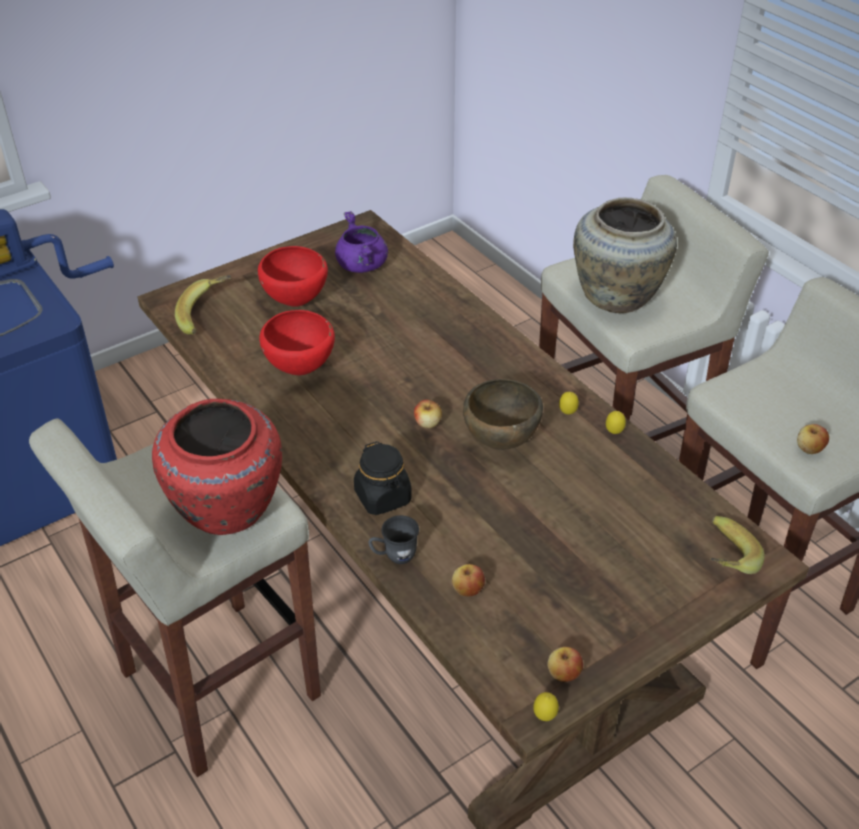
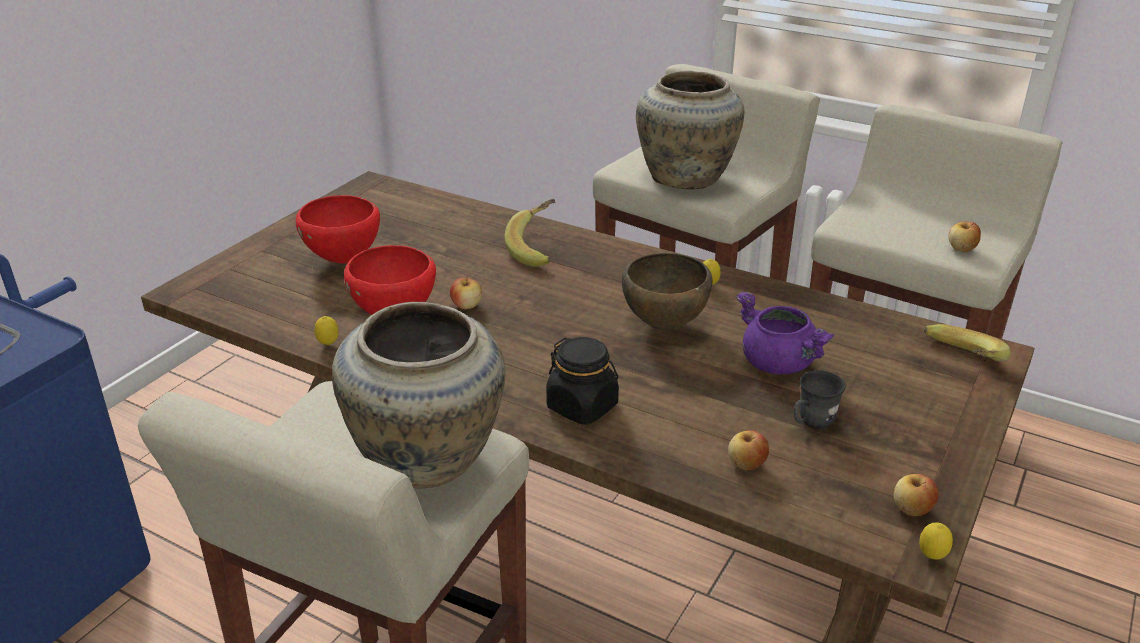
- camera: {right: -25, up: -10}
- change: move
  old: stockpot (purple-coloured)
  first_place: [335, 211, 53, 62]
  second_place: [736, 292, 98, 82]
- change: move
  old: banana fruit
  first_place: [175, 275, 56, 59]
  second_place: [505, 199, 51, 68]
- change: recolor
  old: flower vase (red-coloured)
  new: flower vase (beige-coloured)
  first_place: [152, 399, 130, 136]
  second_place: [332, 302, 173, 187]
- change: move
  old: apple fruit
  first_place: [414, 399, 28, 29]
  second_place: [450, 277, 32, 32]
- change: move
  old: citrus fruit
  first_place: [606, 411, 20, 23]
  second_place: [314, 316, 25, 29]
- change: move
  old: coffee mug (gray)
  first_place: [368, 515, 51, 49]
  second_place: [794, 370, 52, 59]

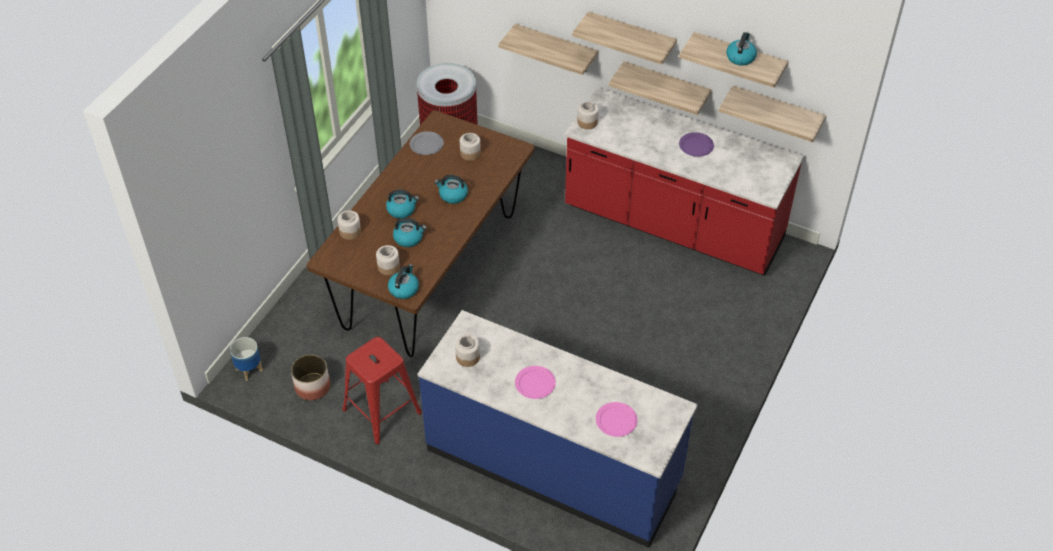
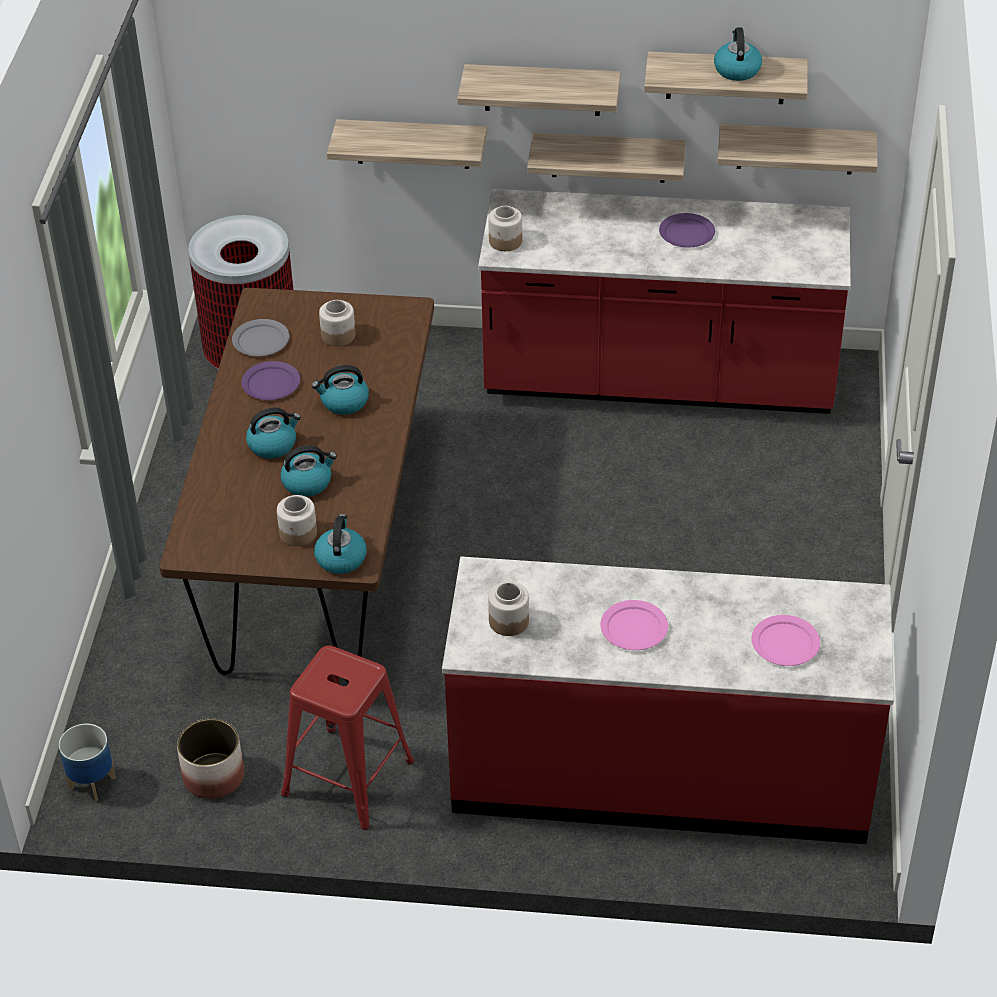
- camera: {right: -20, up: -5}
- change: delete
  old: preserve jar
  first_place: [337, 210, 24, 30]
- change: recolor
  old: kitchen base unit (blue)
  new: kitchen base unit (red-coloured)
  first_place: [418, 310, 280, 238]
  second_place: [442, 557, 452, 287]
- change: insert
  new: plate (purple-coloured)
  second_place: [241, 361, 59, 39]

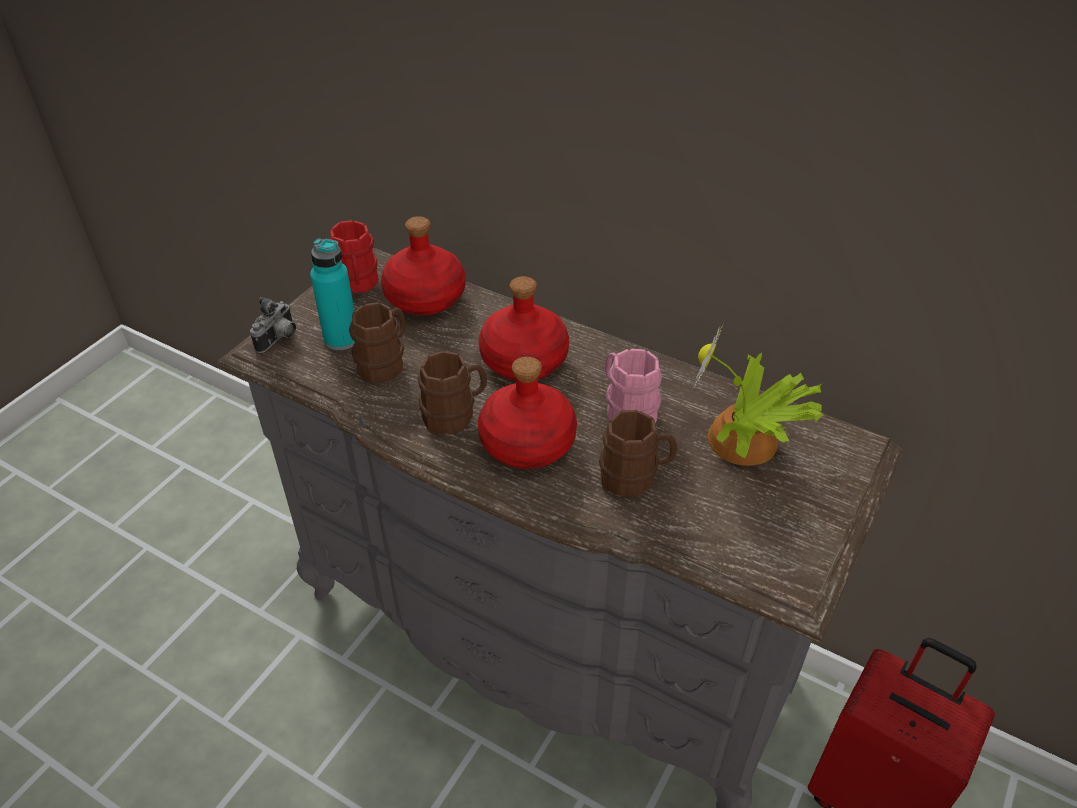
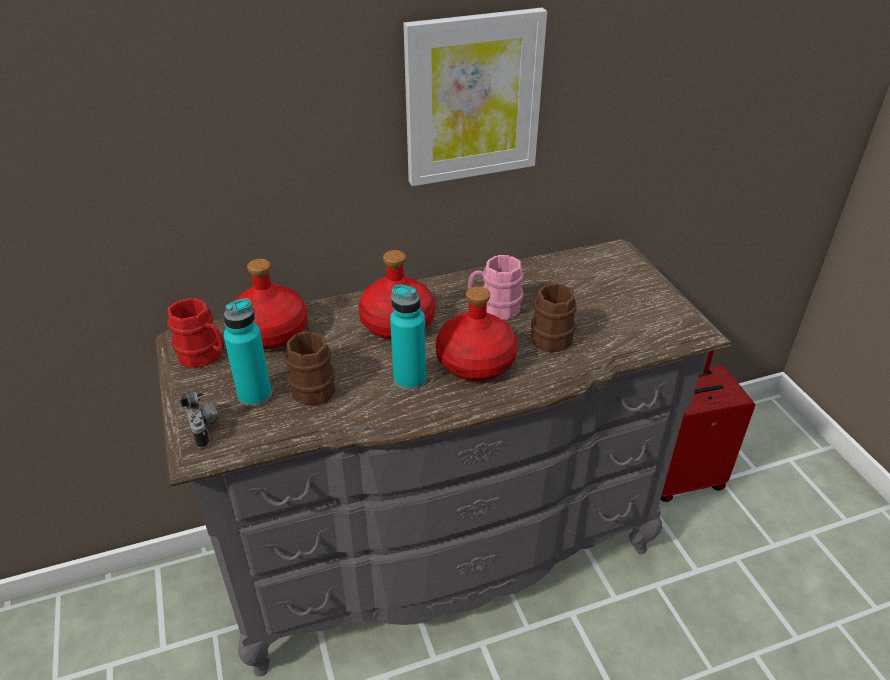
- camera: {right: -50, up: -5}
- change: delete
  old: potted plant
  first_place: [693, 324, 131, 142]
- change: replace
  old: coffee mug (brown-coloured)
  new: bottle (turquoise)
  first_place: [418, 351, 69, 84]
  second_place: [390, 284, 36, 106]
- change: insert
  new: wall art
  second_place: [403, 8, 144, 178]

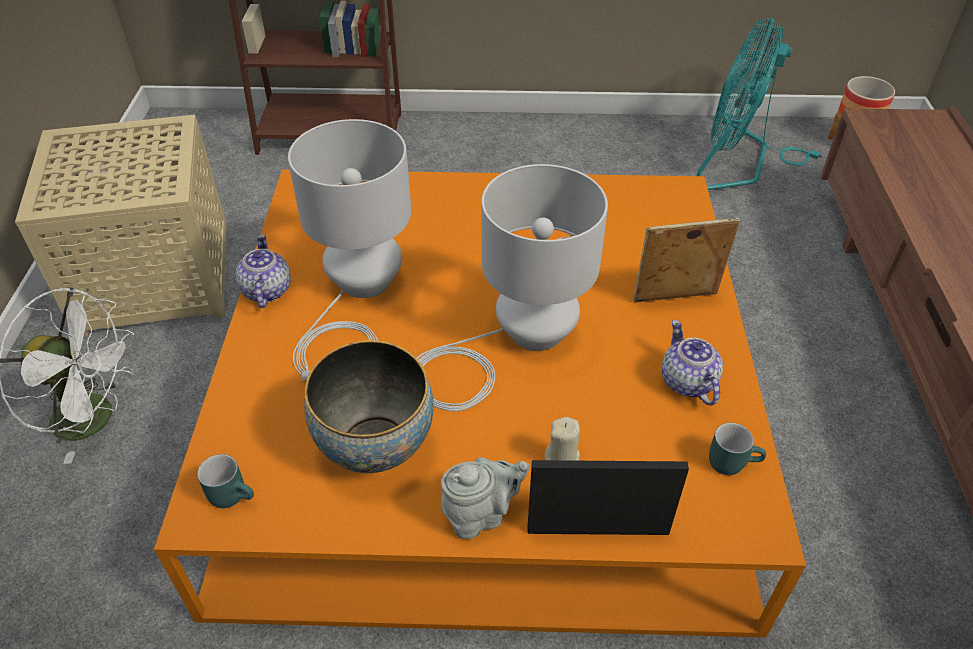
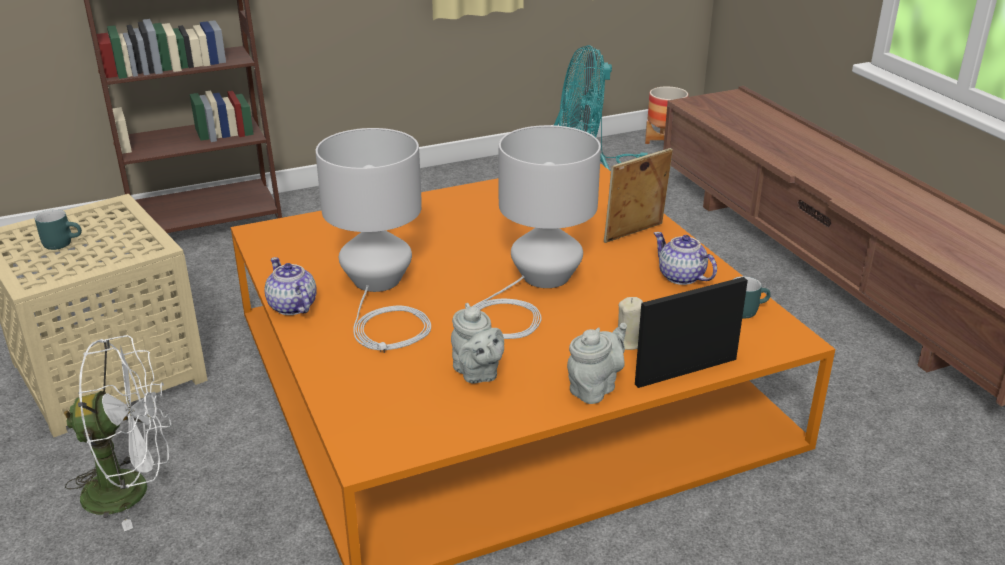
- camera: {right: -25, up: -15}
- change: replace
  old: deep dish
  new: tea pot (gray)
  first_place: [304, 340, 130, 133]
  second_place: [451, 303, 53, 80]
- change: move
  old: coffee mug (turquoise)
  first_place: [197, 454, 57, 54]
  second_place: [35, 209, 47, 41]

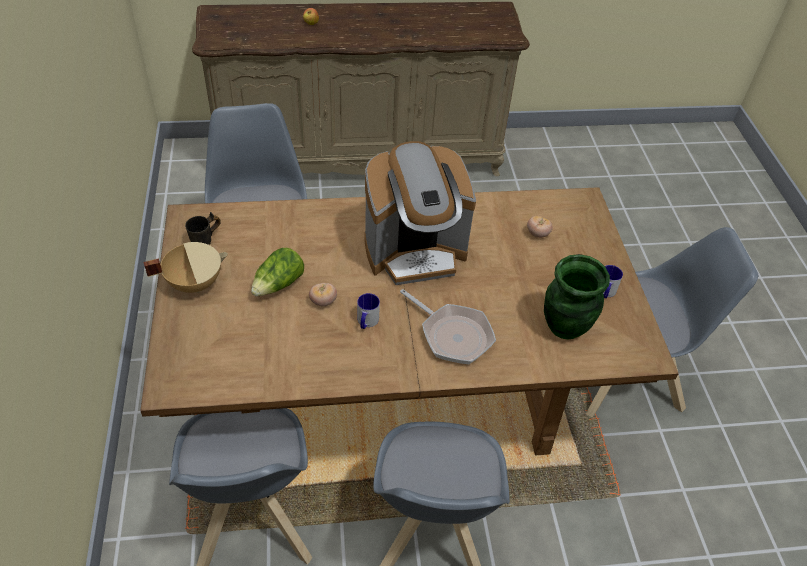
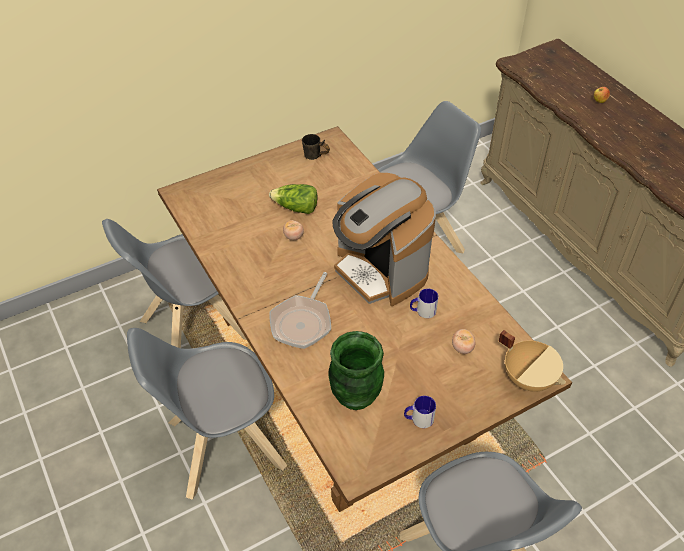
- camera: {right: 70, up: 0}
- change: move
  old: stockpot (beige-coloured)
  first_place: [144, 242, 84, 51]
  second_place: [498, 330, 68, 62]
- change: move
  old: coffee mug
  first_place: [357, 293, 23, 36]
  second_place: [410, 289, 28, 29]

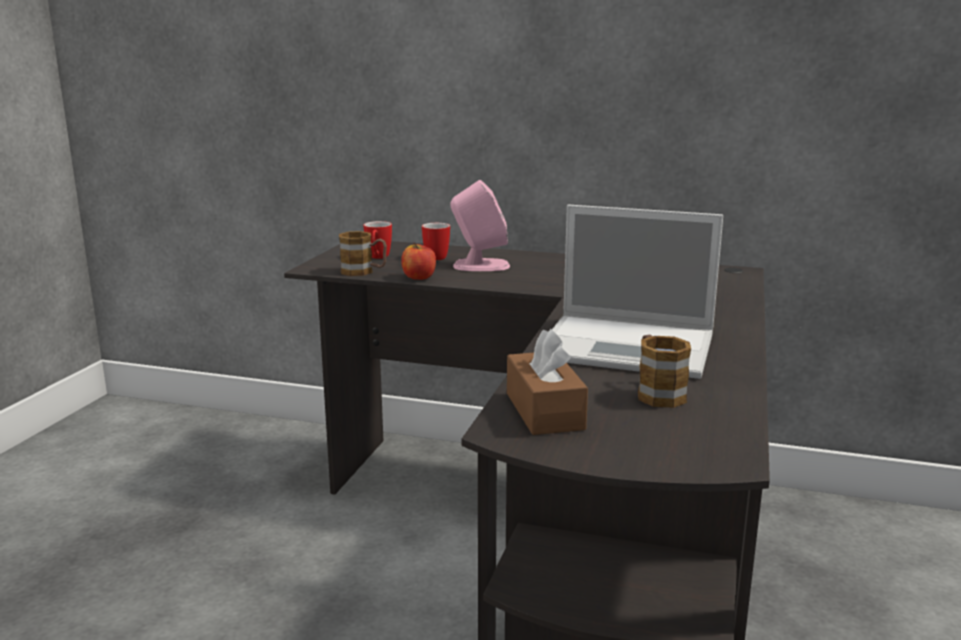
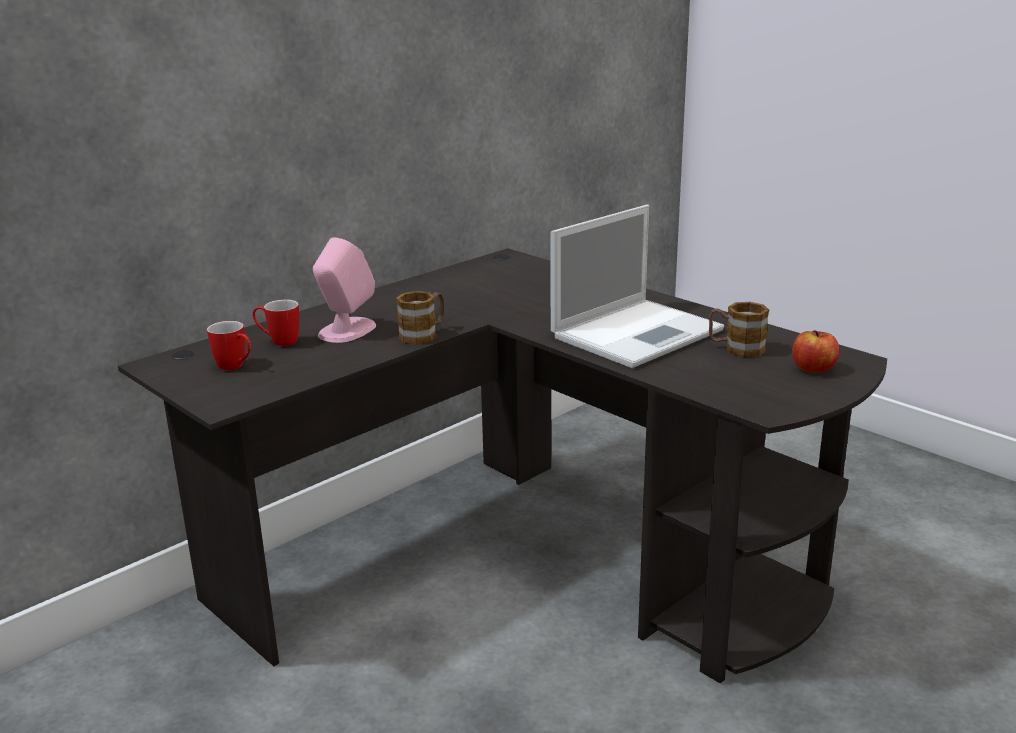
- camera: {right: -60, up: 5}
- change: move
  old: coffee mug
  first_place: [339, 231, 48, 45]
  second_place: [396, 291, 47, 53]
- change: move
  old: apple fruit
  first_place: [401, 242, 35, 38]
  second_place: [792, 330, 47, 43]
- change: delete
  old: box of tissues (brown-coloured)
  first_place: [507, 329, 81, 106]

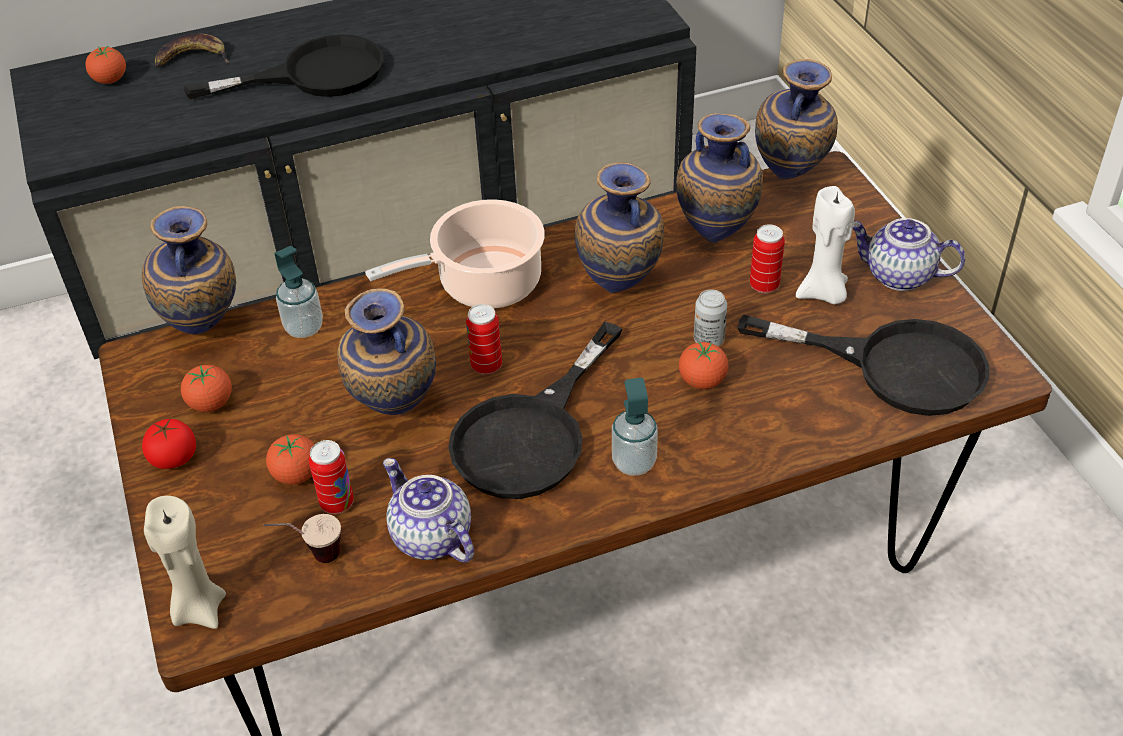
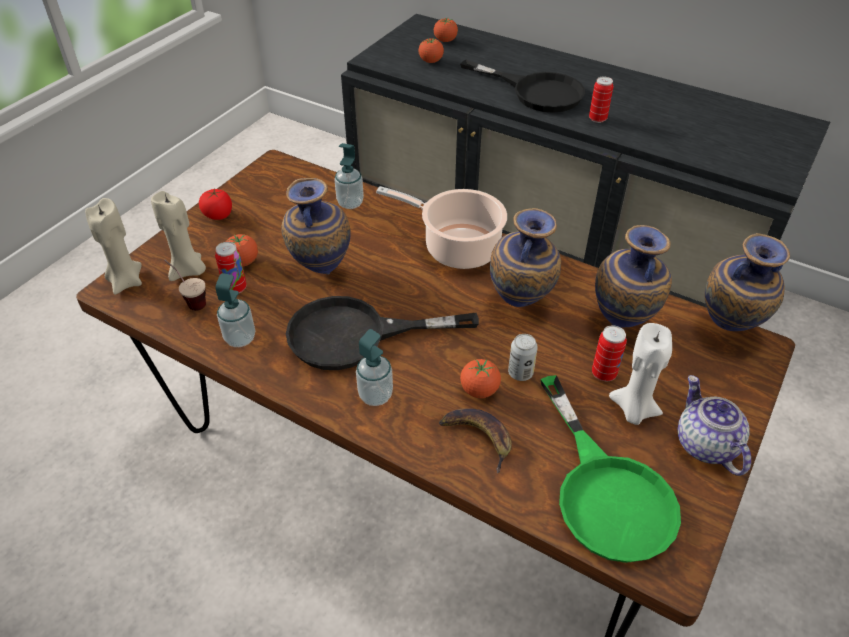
- camera: {right: 50, up: 0}
- change: move
  old: banana fruit
  first_place: [155, 33, 75, 34]
  second_place: [439, 408, 73, 65]
- change: delete
  old: flower vase
  first_place: [142, 206, 94, 128]
- change: move
  old: metal can
  first_place: [466, 304, 36, 71]
  second_place: [589, 76, 24, 47]
- change: recolor
  old: skillet (blackish)
  new: skillet (green-coloured)
  first_place: [738, 314, 251, 102]
  second_place: [541, 375, 140, 188]
- change: move
  old: fresh tomato
  first_place: [181, 365, 51, 47]
  second_place: [418, 38, 26, 25]
- change: replace
  old: tea pot
  new: soap dispenser
  first_place: [383, 458, 91, 105]
  second_place: [215, 273, 40, 74]
- change: insert
  new: wax light (beige-coloured)
  second_place: [151, 191, 55, 90]

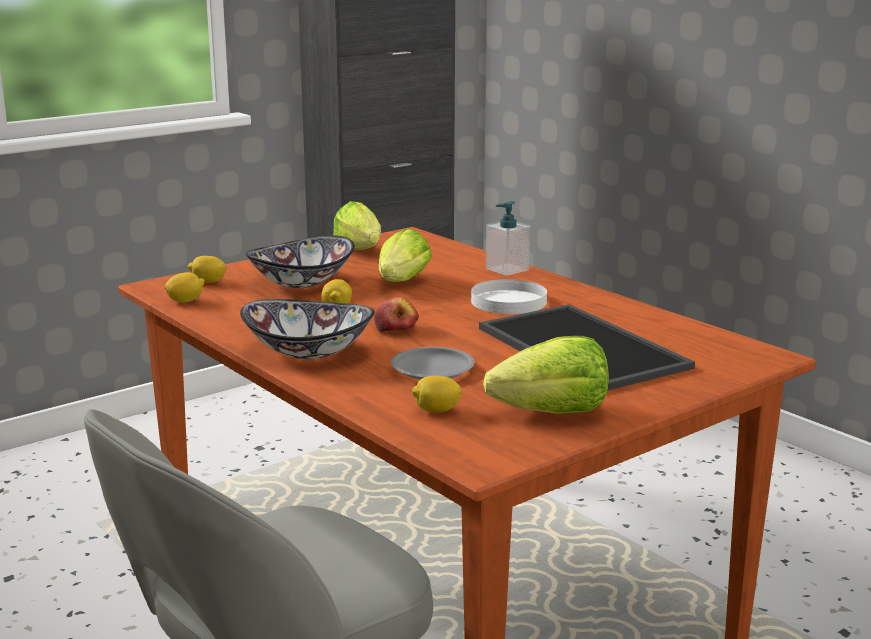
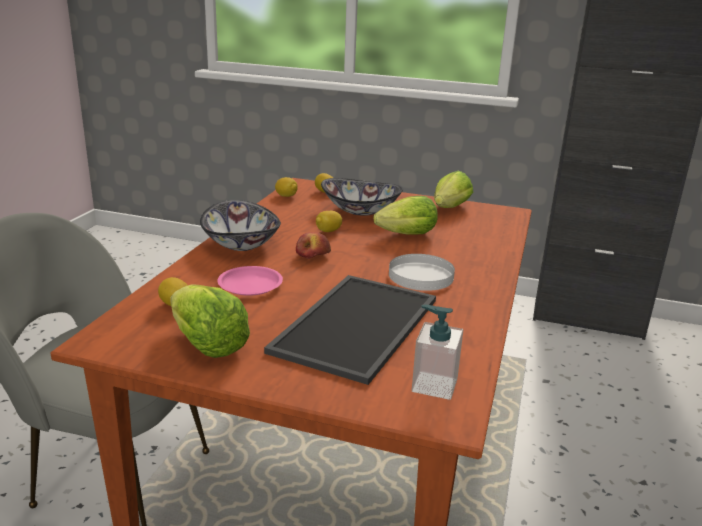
- camera: {right: 55, up: 5}
- change: move
  old: soap dispenser
  first_place: [486, 201, 44, 75]
  second_place: [412, 305, 51, 95]
- change: recolor
  old: plate (gray)
  new: plate (pink-coloured)
  first_place: [391, 347, 84, 32]
  second_place: [218, 266, 65, 30]

